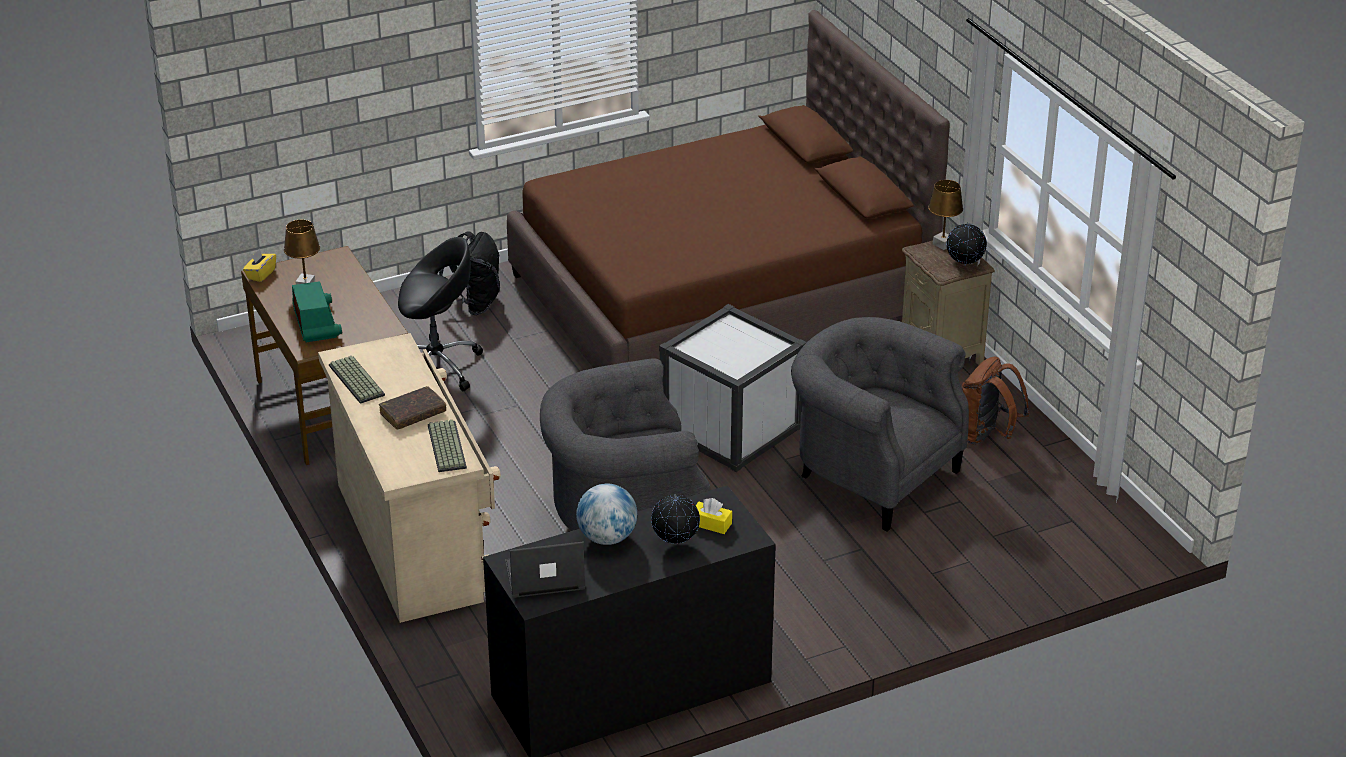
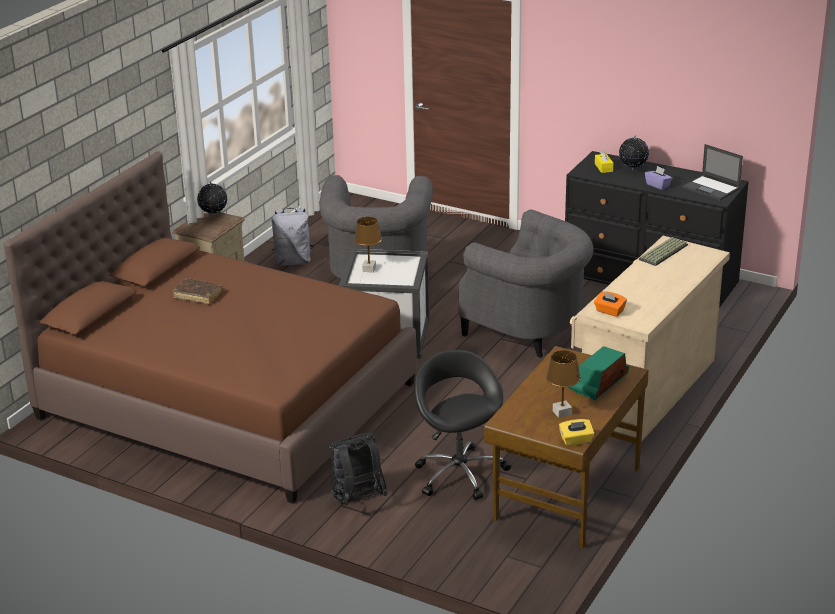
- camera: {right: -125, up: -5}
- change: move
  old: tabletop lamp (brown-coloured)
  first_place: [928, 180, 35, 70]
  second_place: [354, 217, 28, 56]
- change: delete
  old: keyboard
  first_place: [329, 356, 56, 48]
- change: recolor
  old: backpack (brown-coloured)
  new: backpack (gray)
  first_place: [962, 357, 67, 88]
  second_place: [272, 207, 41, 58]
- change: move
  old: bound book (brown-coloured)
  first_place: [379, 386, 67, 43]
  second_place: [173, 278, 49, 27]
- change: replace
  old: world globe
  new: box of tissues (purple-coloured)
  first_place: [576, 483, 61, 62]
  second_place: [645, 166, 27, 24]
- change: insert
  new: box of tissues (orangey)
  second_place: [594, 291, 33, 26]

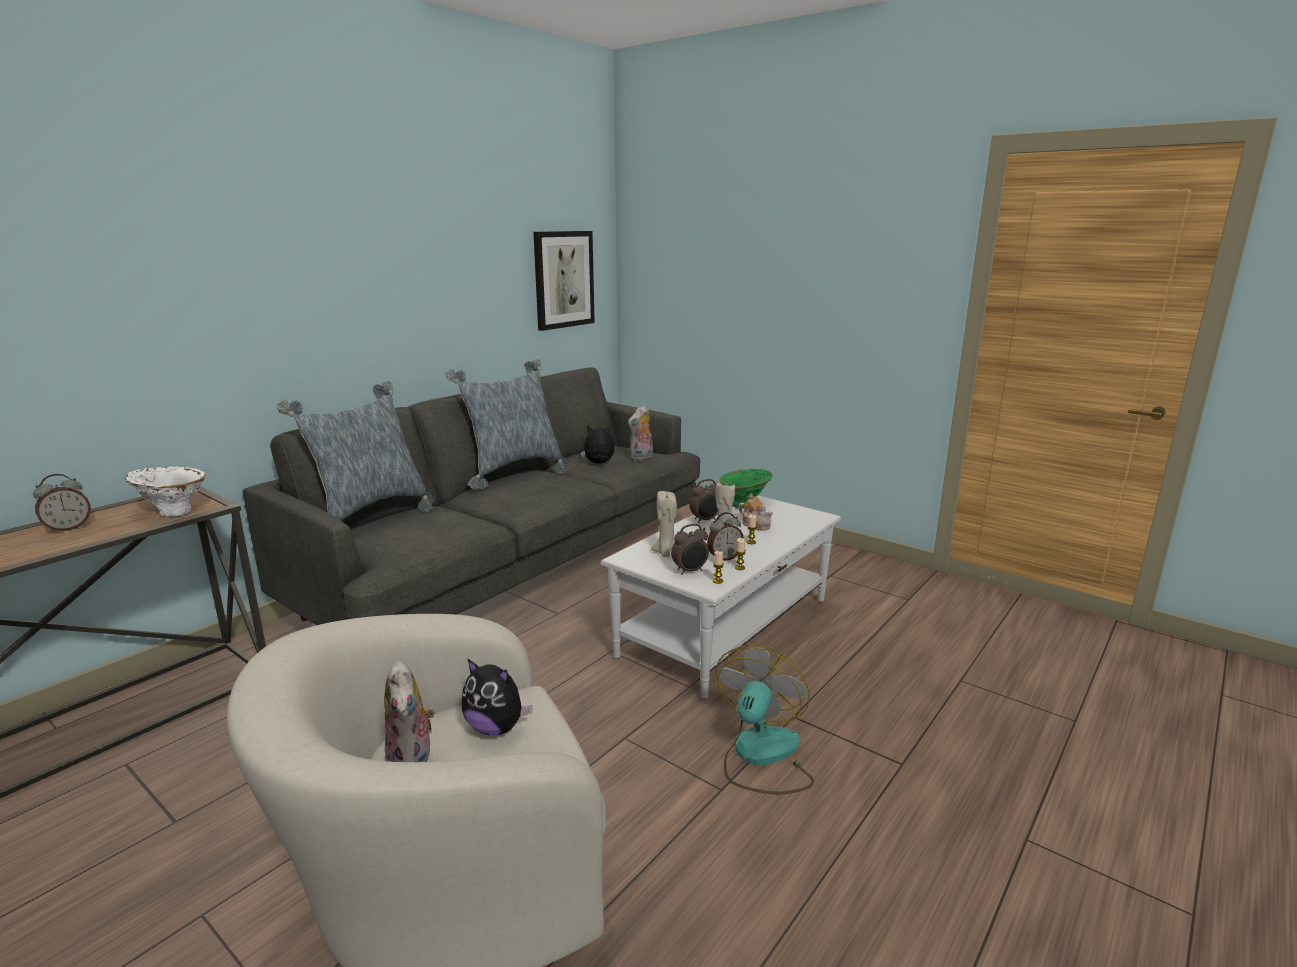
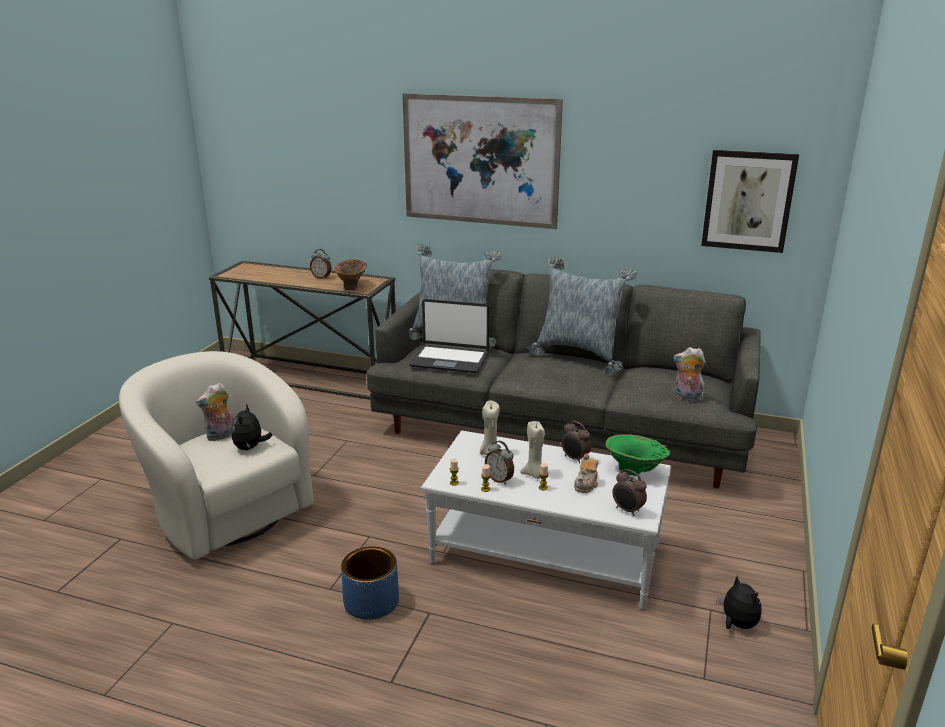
- camera: {right: 70, up: 5}
- change: move
  old: soft toy
  first_place: [581, 425, 34, 39]
  second_place: [717, 576, 44, 53]
- change: recolor
  old: flower vase (white-coloured)
  new: flower vase (brown-coloured)
  first_place: [124, 466, 82, 50]
  second_place: [334, 259, 33, 31]
- change: move
  old: table clock
  first_place: [671, 524, 38, 51]
  second_place: [612, 469, 35, 47]
- change: replace
  old: cooling fan
  new: plant pot (blue)
  first_place: [716, 644, 98, 150]
  second_place: [341, 546, 58, 74]
- change: insert
  new: wall art
  second_place: [402, 93, 161, 136]
- change: insert
  new: notebook computer
  second_place: [409, 299, 80, 74]

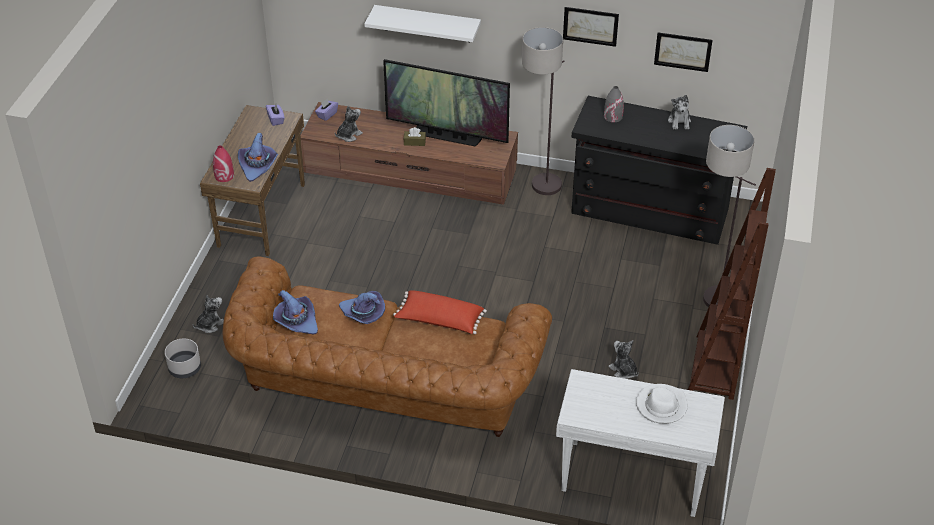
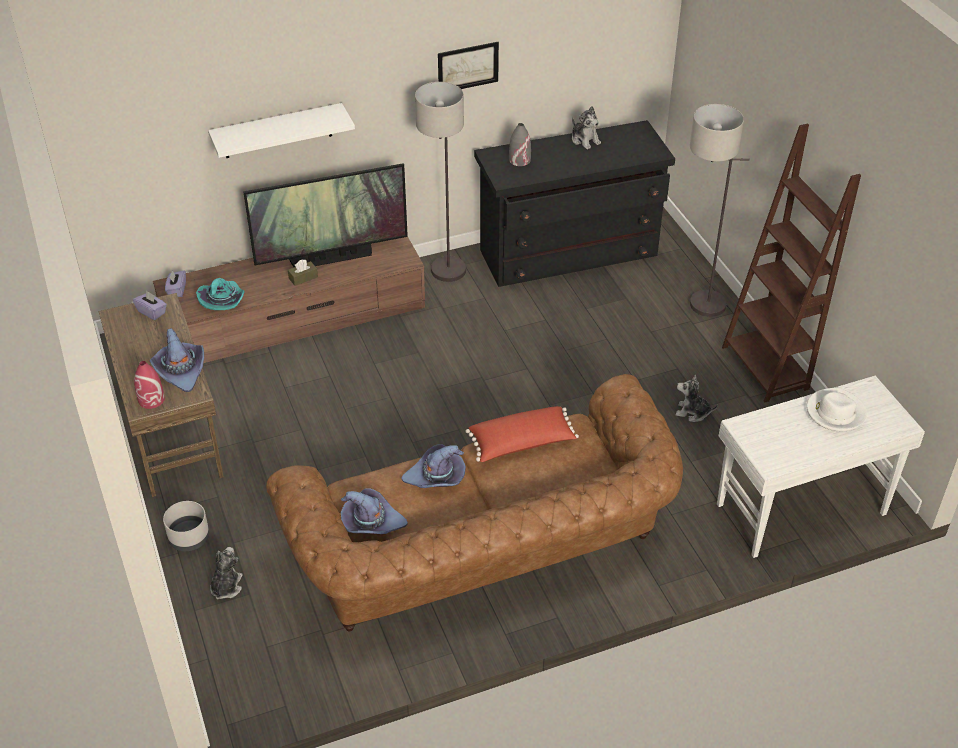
- camera: {right: -35, up: 0}
- change: delete
  old: wall art
  first_place: [654, 32, 58, 40]
- change: replace
  old: soft toy
  new: wearable hat (turquoise)
  first_place: [335, 106, 28, 36]
  second_place: [196, 278, 49, 32]
- change: move
  old: plant pot (gray)
  first_place: [165, 339, 36, 39]
  second_place: [163, 501, 46, 50]

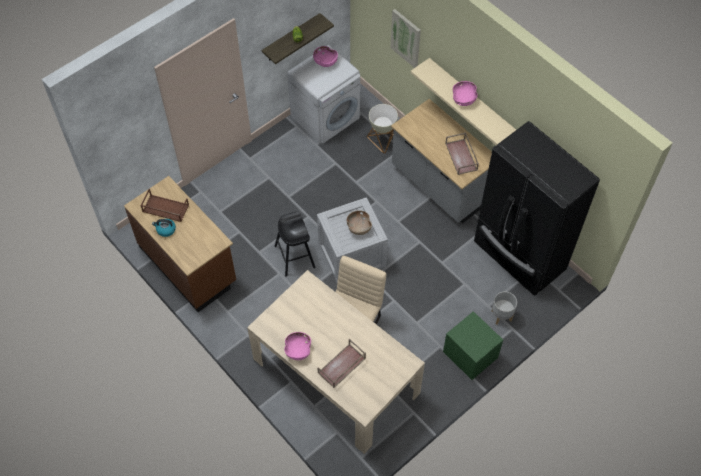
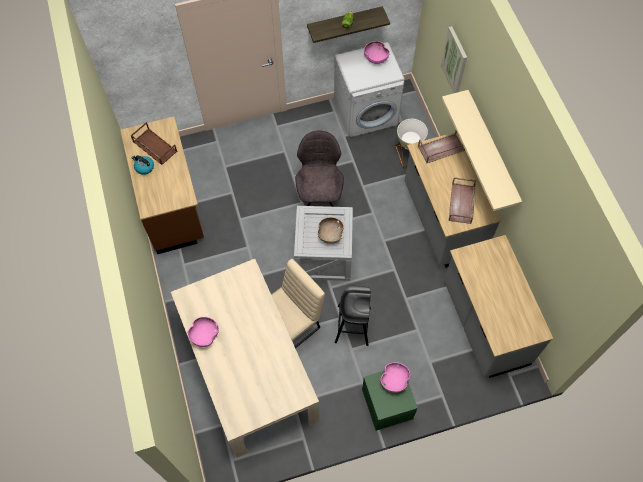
- camera: {right: 25, up: 5}
- change: move
  old: deep dish (pink-coloured)
  first_place: [453, 81, 25, 25]
  second_place: [381, 362, 29, 31]
- change: replace
  old: refrigerator (blackish)
  new: kitchen base unit (gray)
  first_place: [474, 121, 126, 175]
  second_place: [444, 235, 109, 143]
- change: move
  old: sitting stool (blackish)
  first_place: [275, 212, 40, 65]
  second_place: [335, 286, 36, 60]
- change: delete
  old: plant pot (gray)
  first_place: [492, 291, 25, 33]
- change: move
  old: tray (brown-coloured)
  first_place: [317, 339, 49, 49]
  second_place: [418, 131, 47, 33]
- change: insert
  new: upright chair (gray)
  second_place: [295, 131, 49, 76]

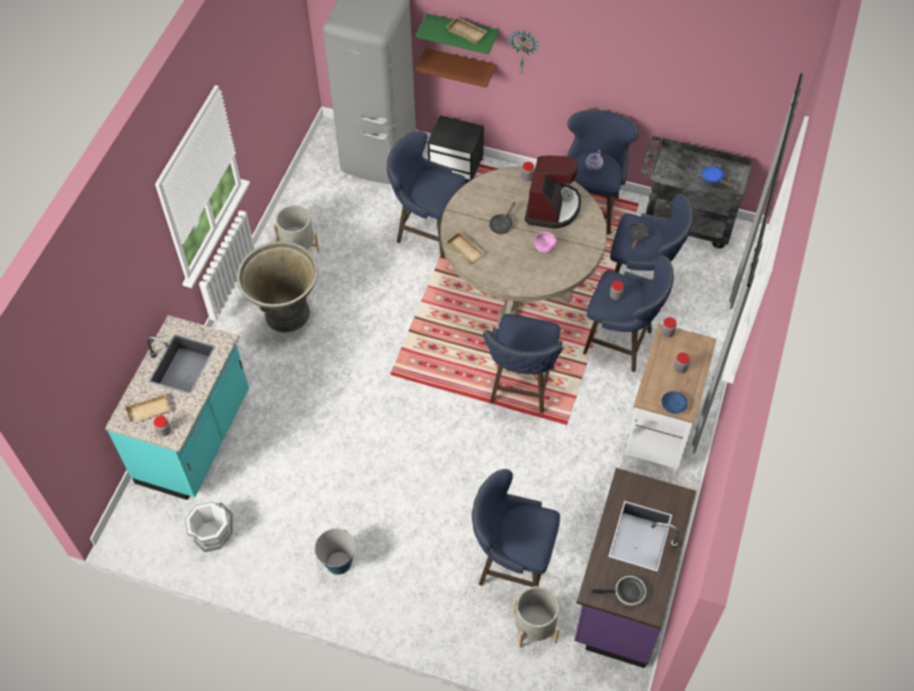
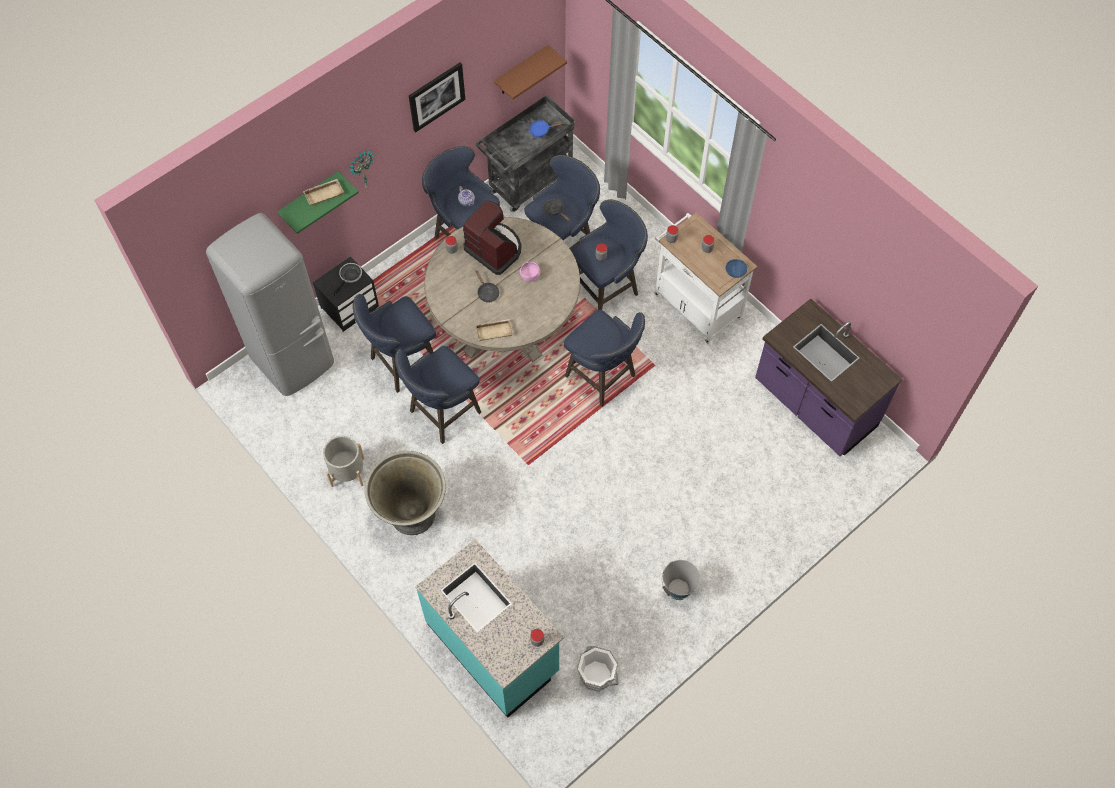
- camera: {right: -60, up: 5}
- change: move
  old: shelf (brown-coloured)
  first_place: [415, 48, 81, 40]
  second_place: [494, 45, 73, 55]
- change: delete
  old: tray (beige-coloured)
  first_place: [125, 393, 45, 31]
- change: move
  old: sitting stool (blue)
  first_place: [472, 469, 88, 118]
  second_place: [395, 346, 86, 98]
- change: move
  old: skillet
  first_place: [591, 576, 55, 30]
  second_place: [334, 263, 28, 33]
- change: delete
  old: plant pot (gray)
  first_place: [513, 586, 46, 62]
- change: insert
  new: wall art
  second_place: [409, 62, 56, 70]

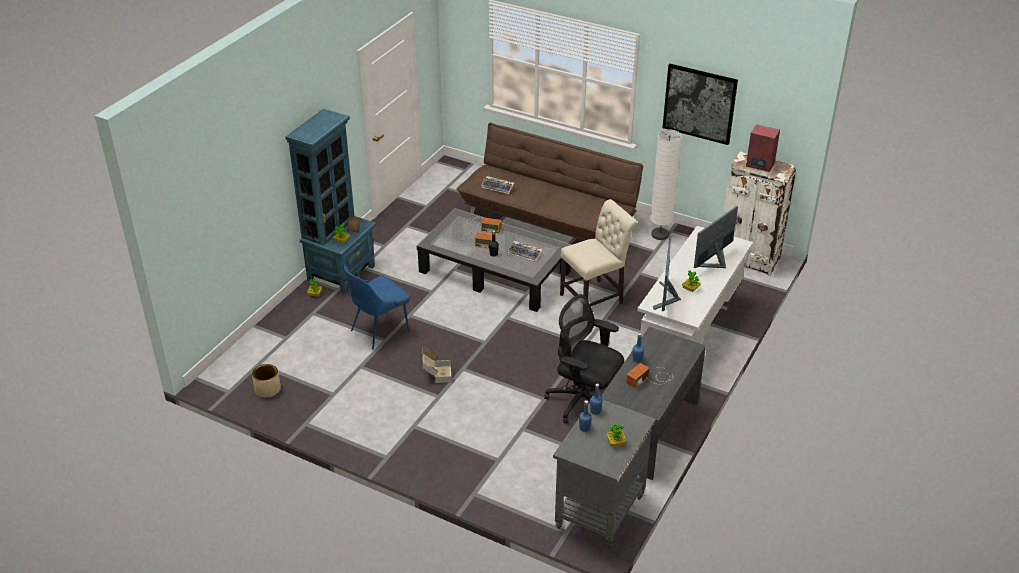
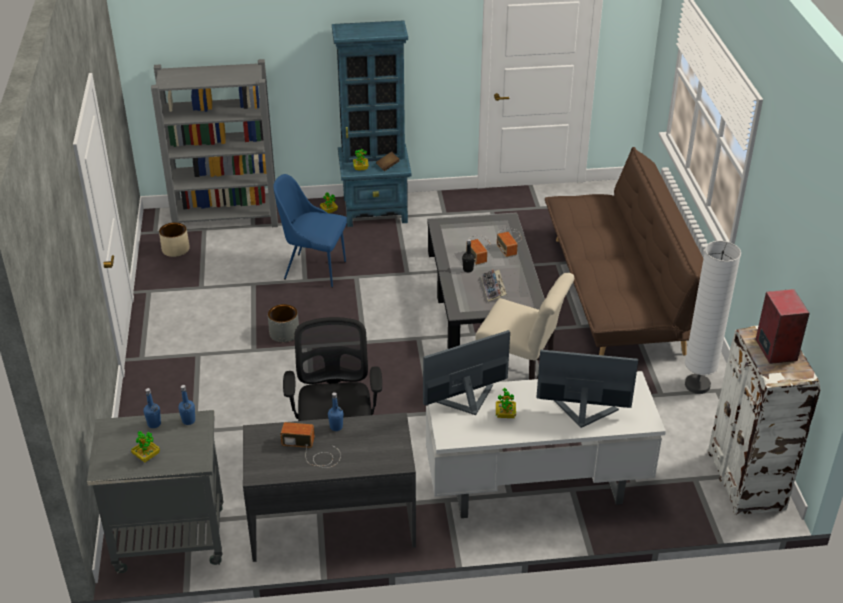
- camera: {right: 55, up: 0}
- change: delete
  old: wall art
  first_place: [663, 64, 75, 81]
- change: delete
  old: keyboard
  first_place: [481, 176, 33, 18]
- change: replace
  old: packing box
  new: plant pot (gray)
  first_place: [422, 346, 30, 37]
  second_place: [268, 304, 31, 39]
- change: insert
  new: bookshelf (gray)
  second_place: [151, 59, 127, 168]

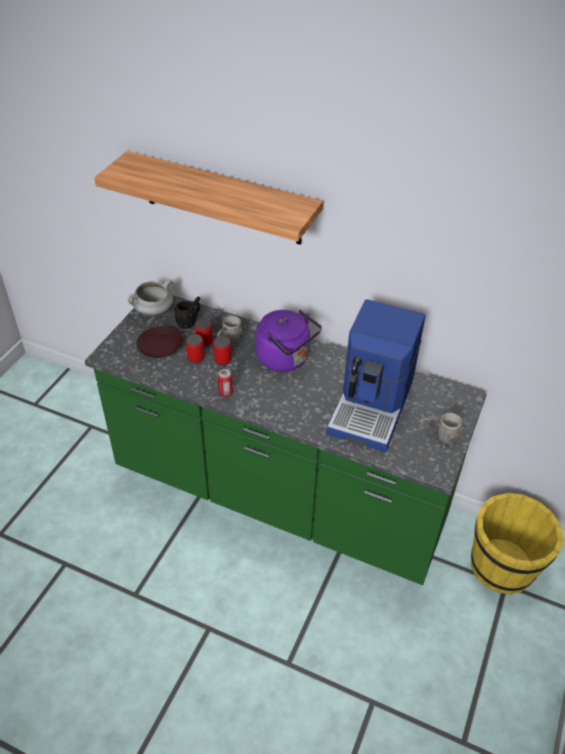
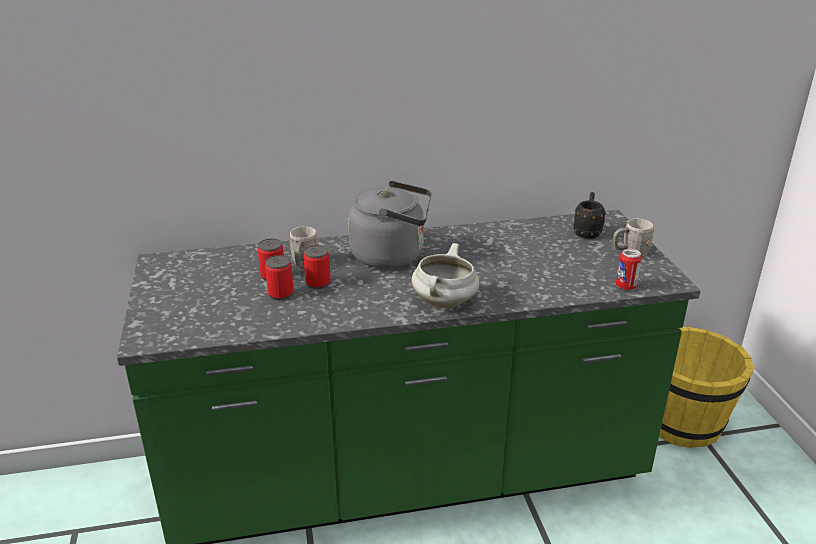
- camera: {right: -35, up: -15}
- change: delete
  old: shelf
  first_place: [94, 151, 229, 94]
- change: move
  old: stockpot (white-coloured)
  first_place: [128, 279, 45, 37]
  second_place: [412, 243, 67, 65]
- change: move
  old: coffee mug (blackish)
  first_place: [174, 296, 26, 33]
  second_place: [573, 192, 33, 47]
- change: delete
  old: coffee maker
  first_place: [326, 299, 100, 153]
- change: recolor
  old: kettle (purple-coloured)
  new: kettle (gray)
  first_place: [256, 309, 66, 63]
  second_place: [348, 181, 83, 88]
- change: delete
  old: plate (brown-coloured)
  first_place: [136, 326, 47, 32]
- change: move
  old: metal can
  first_place: [218, 369, 15, 28]
  second_place: [616, 249, 26, 41]

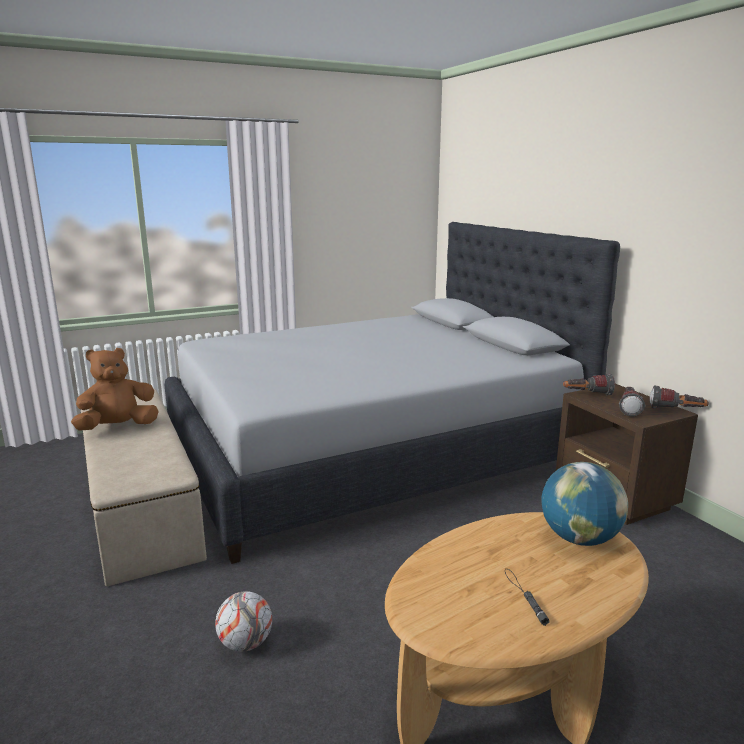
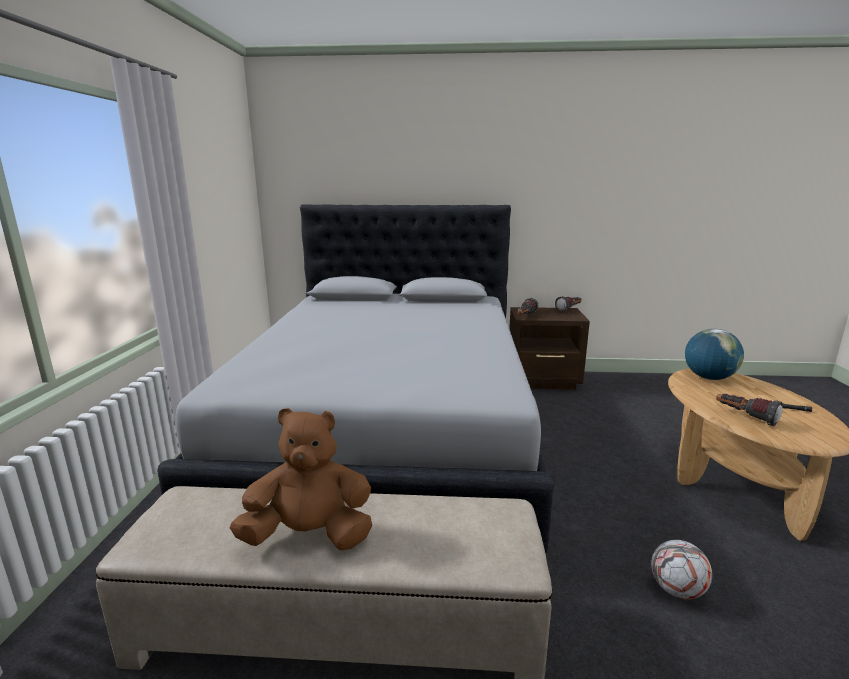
- camera: {right: -60, up: 0}
- change: rotate
  old: soft toy (brown-coloured)
  first_place: [71, 348, 88, 83]
  second_place: [230, 408, 142, 142]
  degrees: 90
- change: move
  old: hand torch
  first_place: [619, 387, 26, 29]
  second_place: [716, 394, 67, 32]

